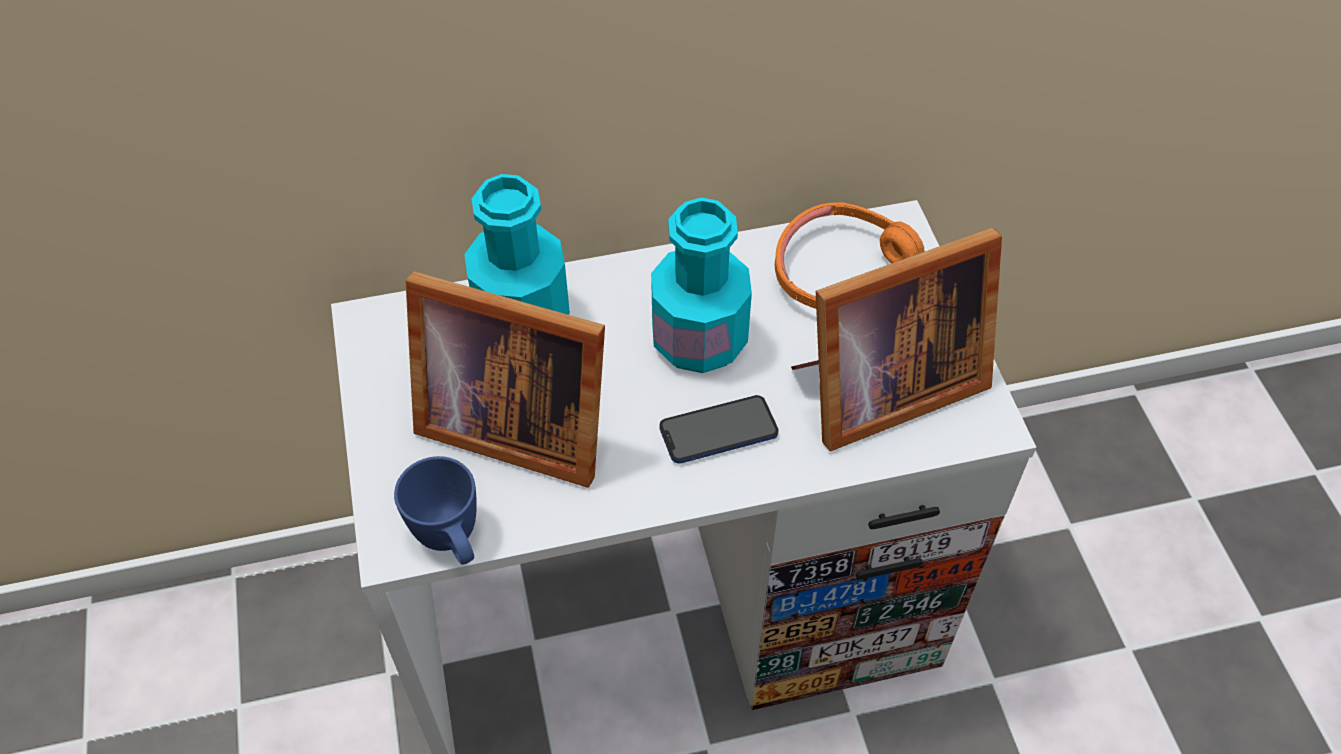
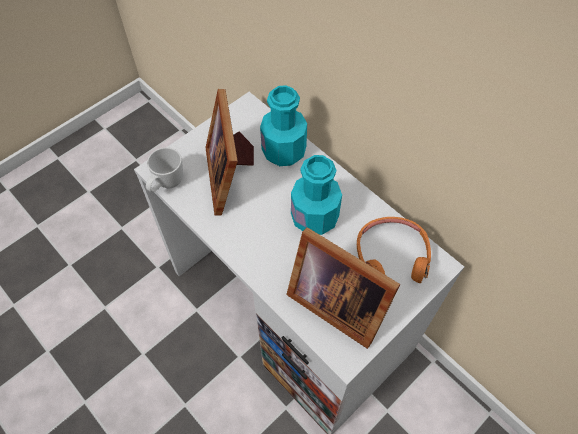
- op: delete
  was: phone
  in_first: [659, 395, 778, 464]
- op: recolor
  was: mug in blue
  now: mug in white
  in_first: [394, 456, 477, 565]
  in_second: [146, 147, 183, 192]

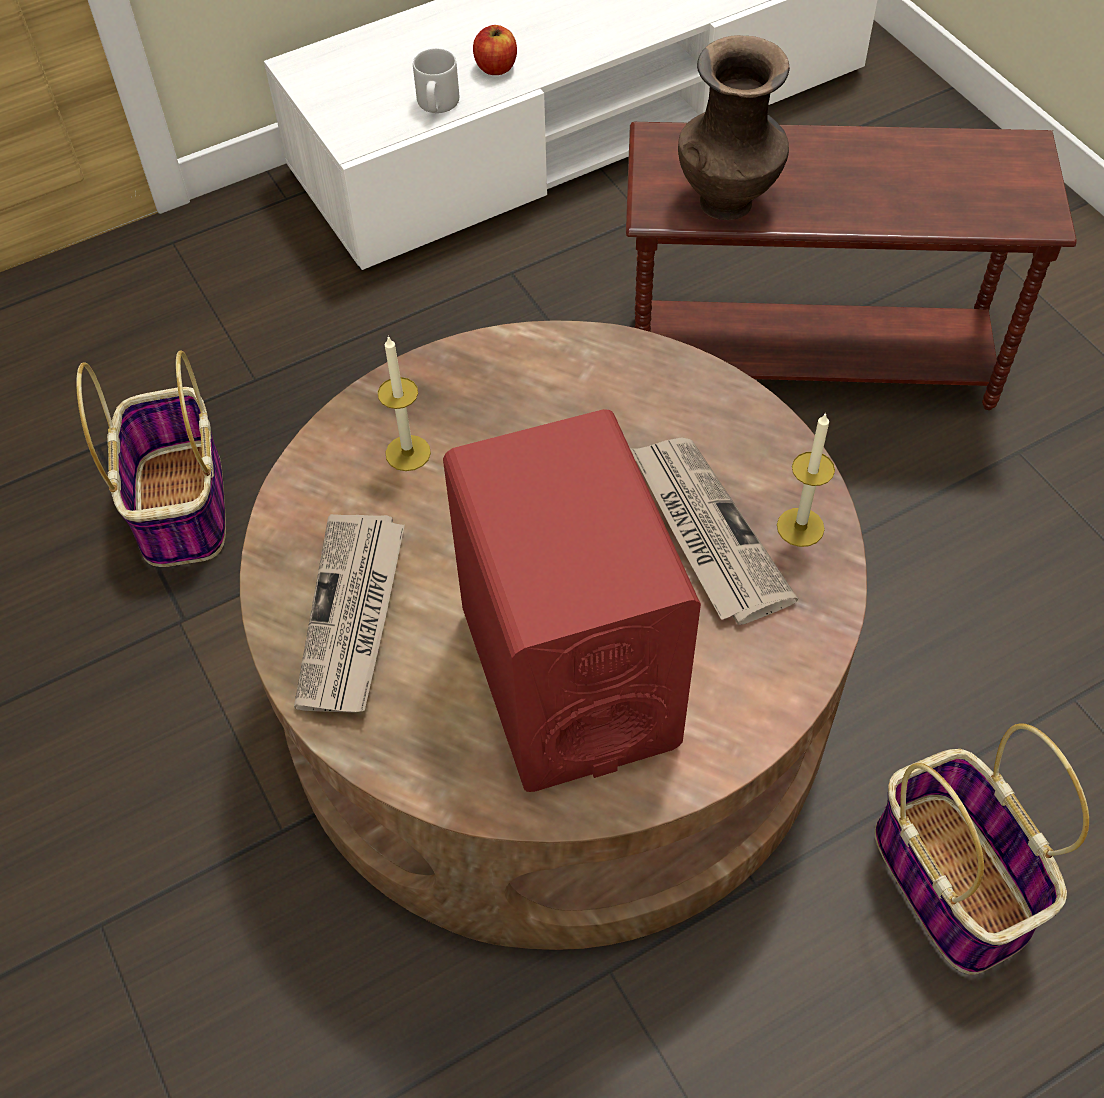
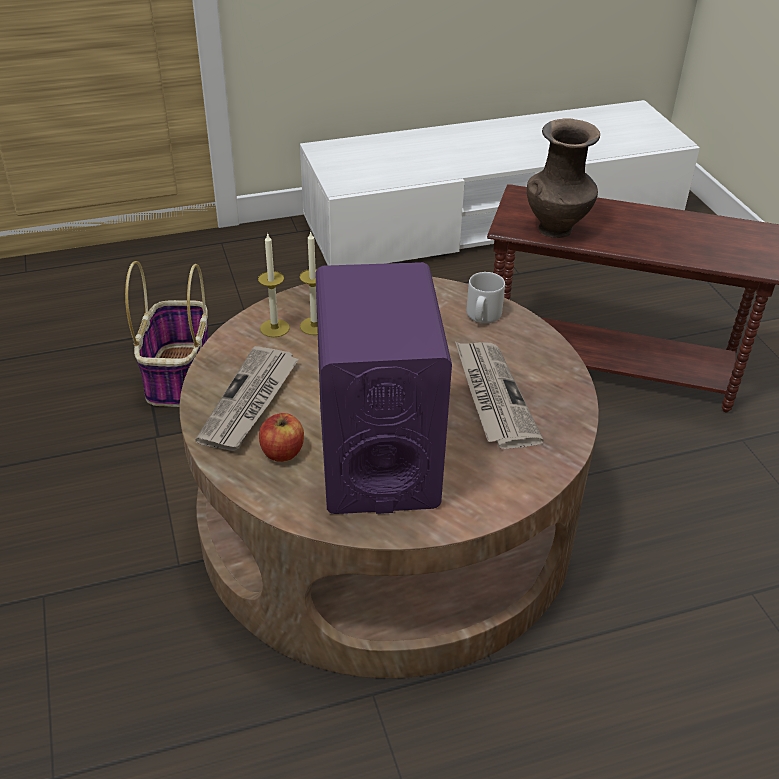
- op: move
  was: apple
  in_first: [473, 25, 517, 75]
  in_second: [259, 413, 304, 462]
- op: move
  was: mug in grey
  in_first: [413, 48, 459, 113]
  in_second: [467, 272, 505, 323]
- op: recolor
  was: speaker in red
  now: speaker in purple
  in_first: [443, 409, 701, 792]
  in_second: [315, 262, 452, 514]
- op: move
  was: candle
  in_first: [777, 412, 835, 547]
  in_second: [258, 234, 290, 337]
- op: delete
  was: basket
  in_first: [875, 723, 1089, 975]

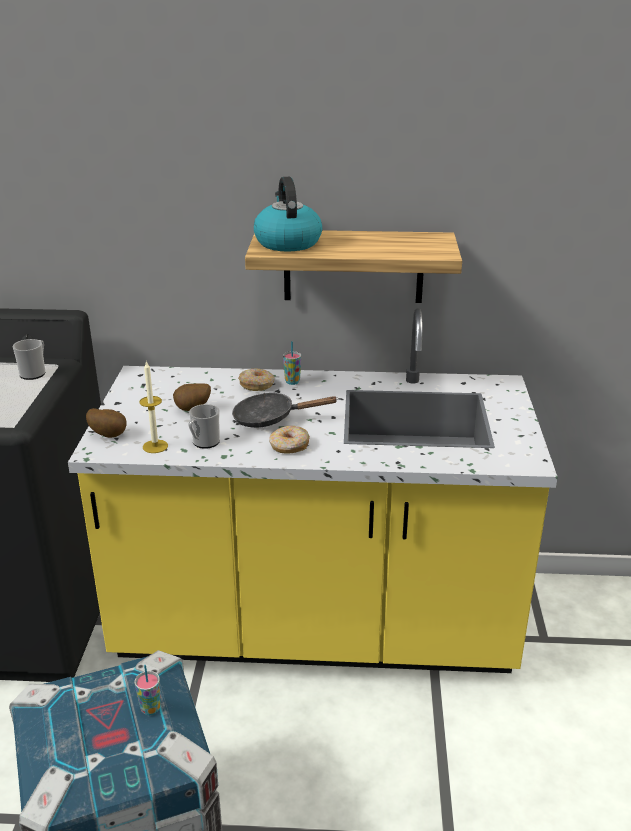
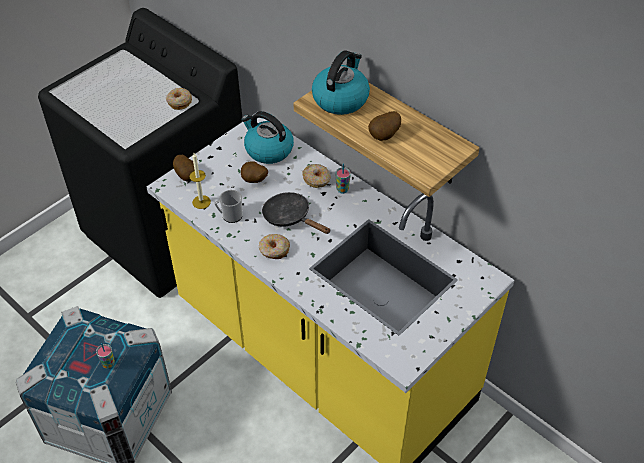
- op: replace
  was: mug
  now: donut
  in_first: [12, 339, 45, 380]
  in_second: [166, 88, 192, 110]
- op: insert
  now: kettle
  in_second: [241, 111, 294, 164]
- op: insert
  now: potato
  in_second: [368, 111, 401, 141]

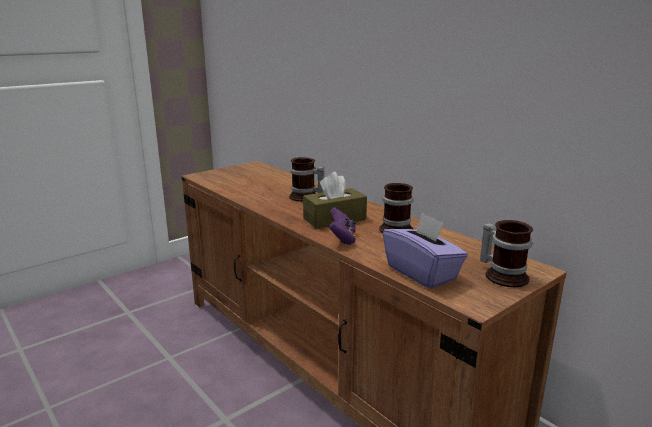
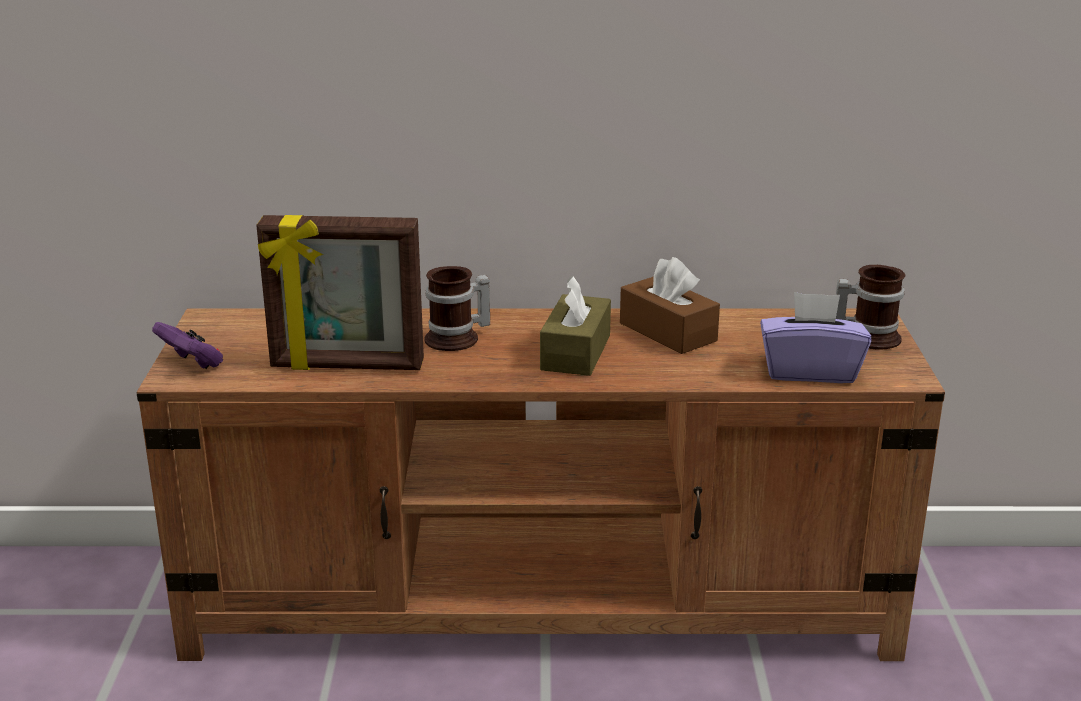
- op: replace
  was: mug
  now: tissue box in brown
  in_first: [379, 183, 414, 233]
  in_second: [620, 257, 720, 354]
- op: move
  was: game controller in purple
  in_first: [328, 207, 356, 245]
  in_second: [152, 322, 223, 369]
- op: insert
  now: picture frame
  in_second: [256, 215, 424, 370]

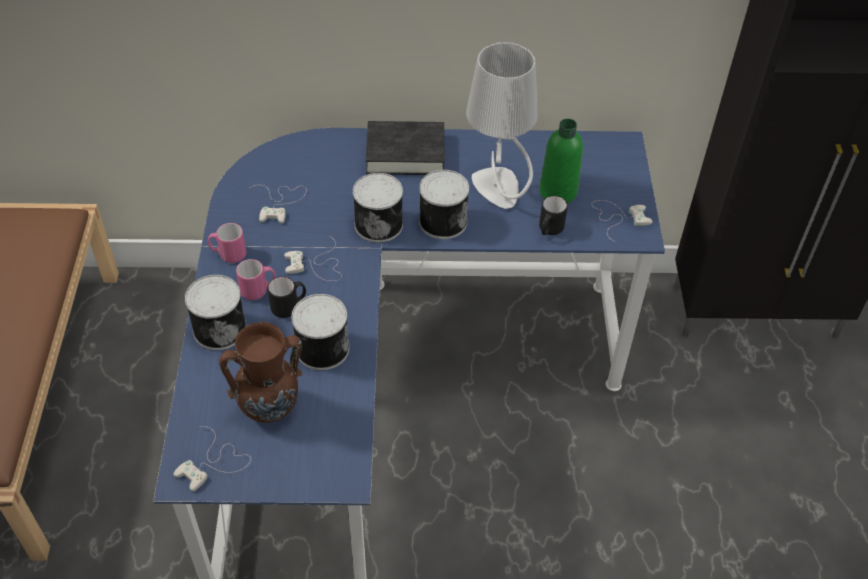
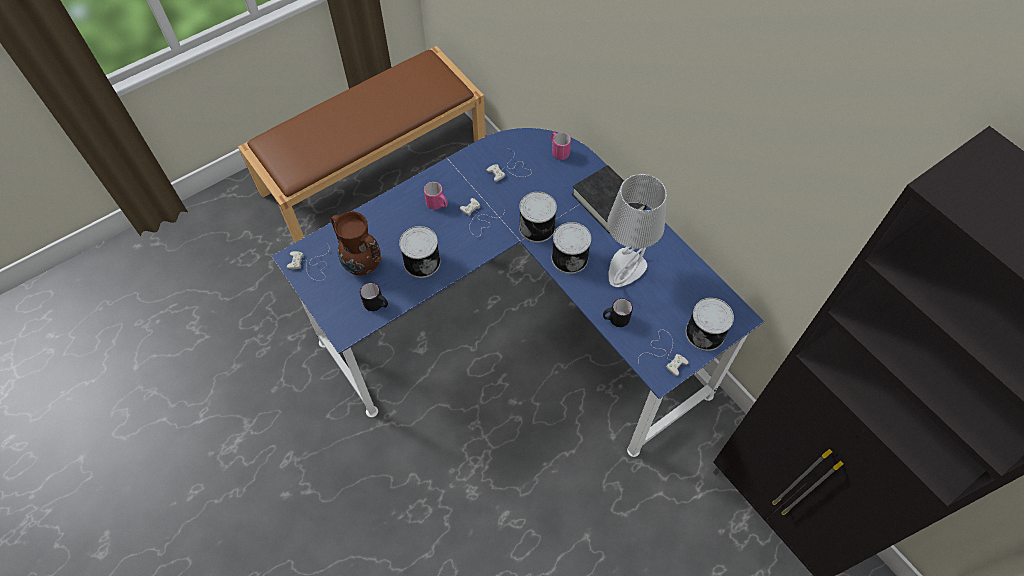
- op: delete
  was: bottle in green
  in_first: [539, 119, 583, 203]
- op: move
  was: mug in pink
  in_first: [208, 223, 246, 263]
  in_second: [551, 132, 571, 160]
- op: move
  was: can
  in_first: [185, 275, 247, 350]
  in_second: [686, 298, 734, 351]
- op: move
  was: mug in black
  in_first: [268, 276, 306, 318]
  in_second: [360, 283, 388, 311]

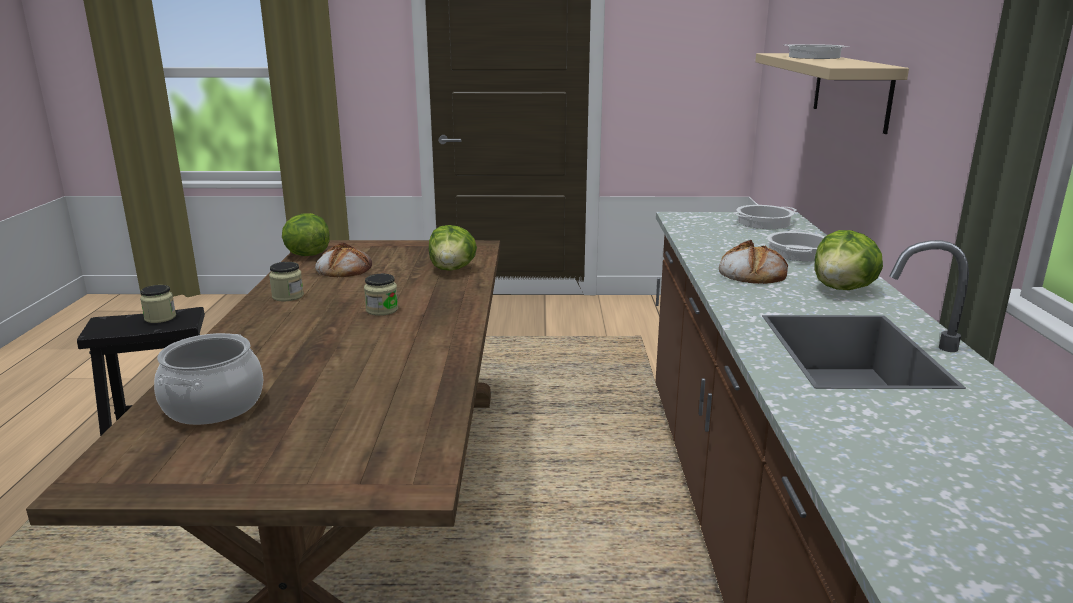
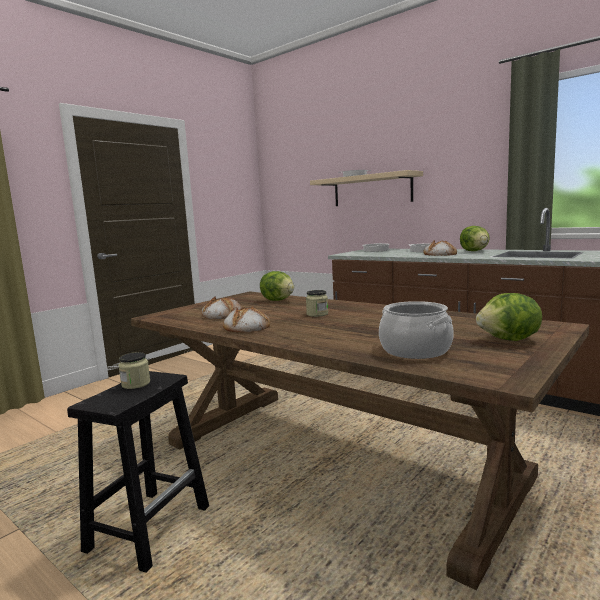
- op: move
  was: lettuce
  in_first: [282, 213, 330, 256]
  in_second: [476, 293, 542, 341]
- op: replace
  was: jar
  now: bread
  in_first: [269, 262, 304, 301]
  in_second: [223, 307, 270, 333]

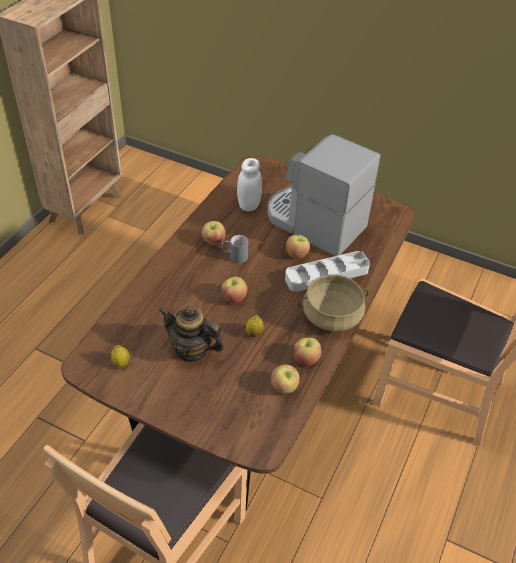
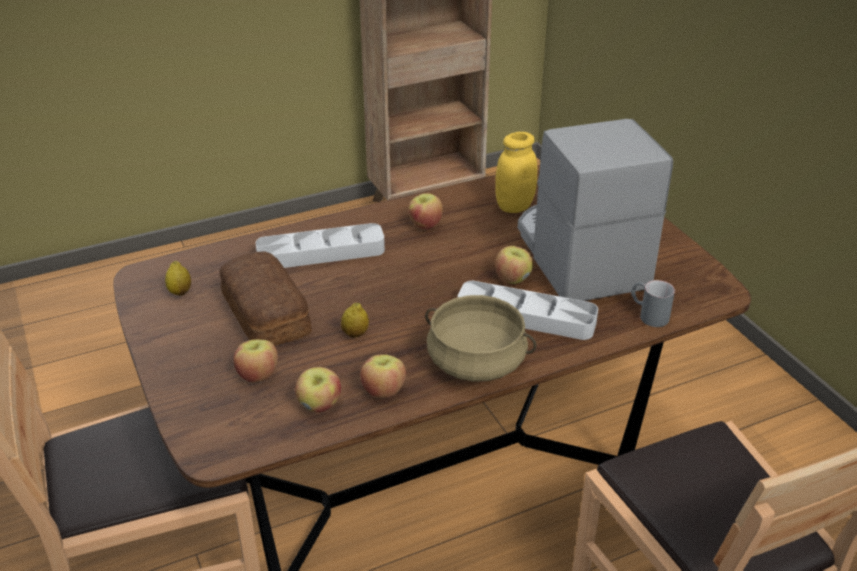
- op: recolor
  was: jar in white
  now: jar in yellow
  in_first: [237, 158, 262, 212]
  in_second: [495, 132, 538, 213]
- op: move
  was: mug in grey
  in_first: [221, 235, 248, 263]
  in_second: [631, 280, 675, 327]
- op: move
  was: apple
  in_first: [222, 276, 247, 303]
  in_second: [233, 340, 278, 383]
- op: replace
  was: teapot
  now: bread
  in_first: [159, 306, 224, 363]
  in_second: [220, 251, 312, 346]
- op: insert
  now: tray in grey
  in_second: [256, 223, 385, 268]

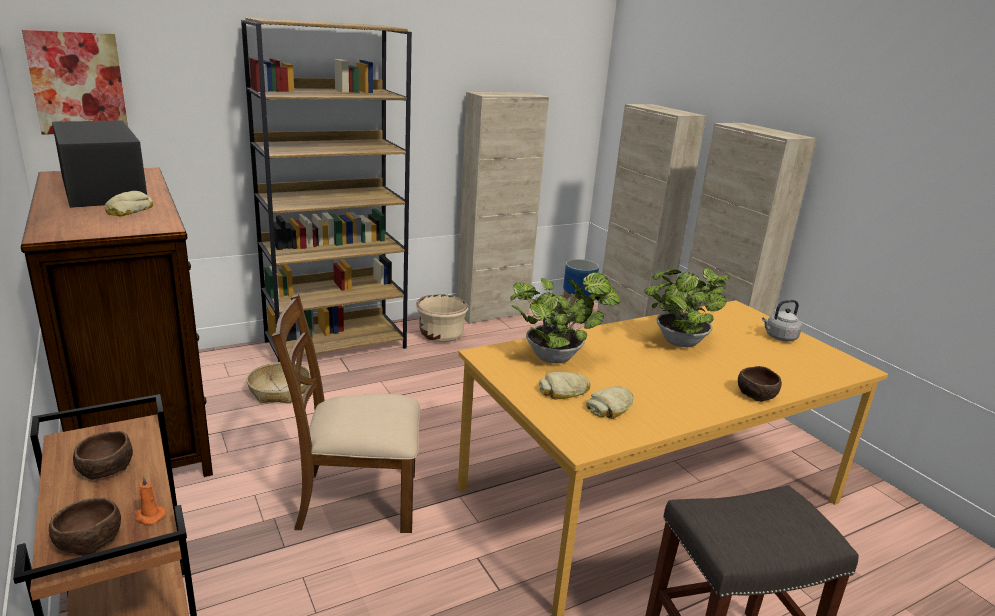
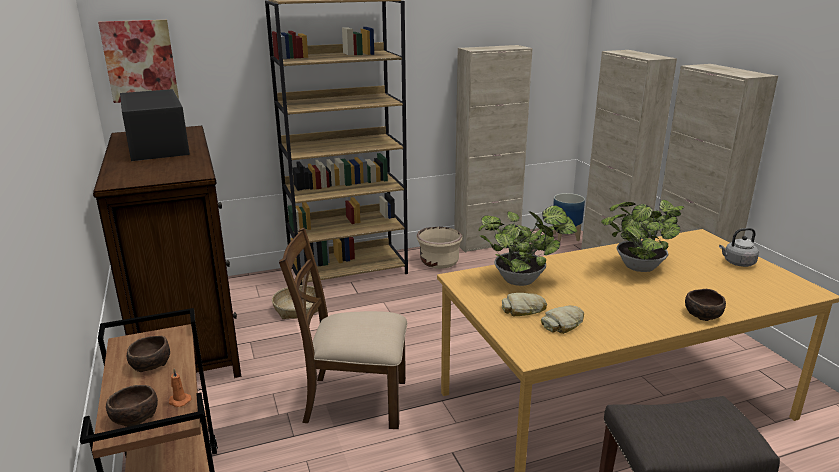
- op: delete
  was: bread
  in_first: [105, 191, 153, 217]

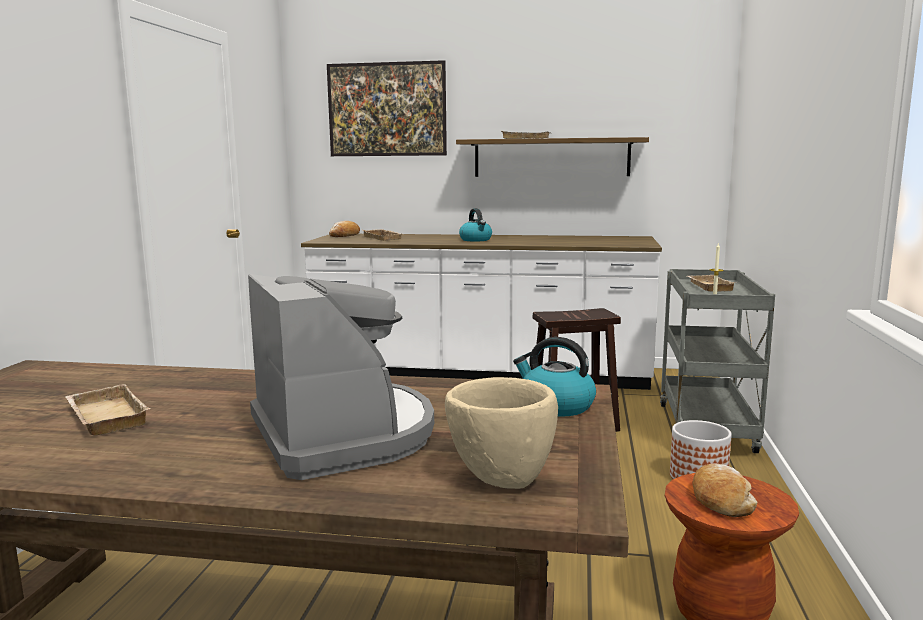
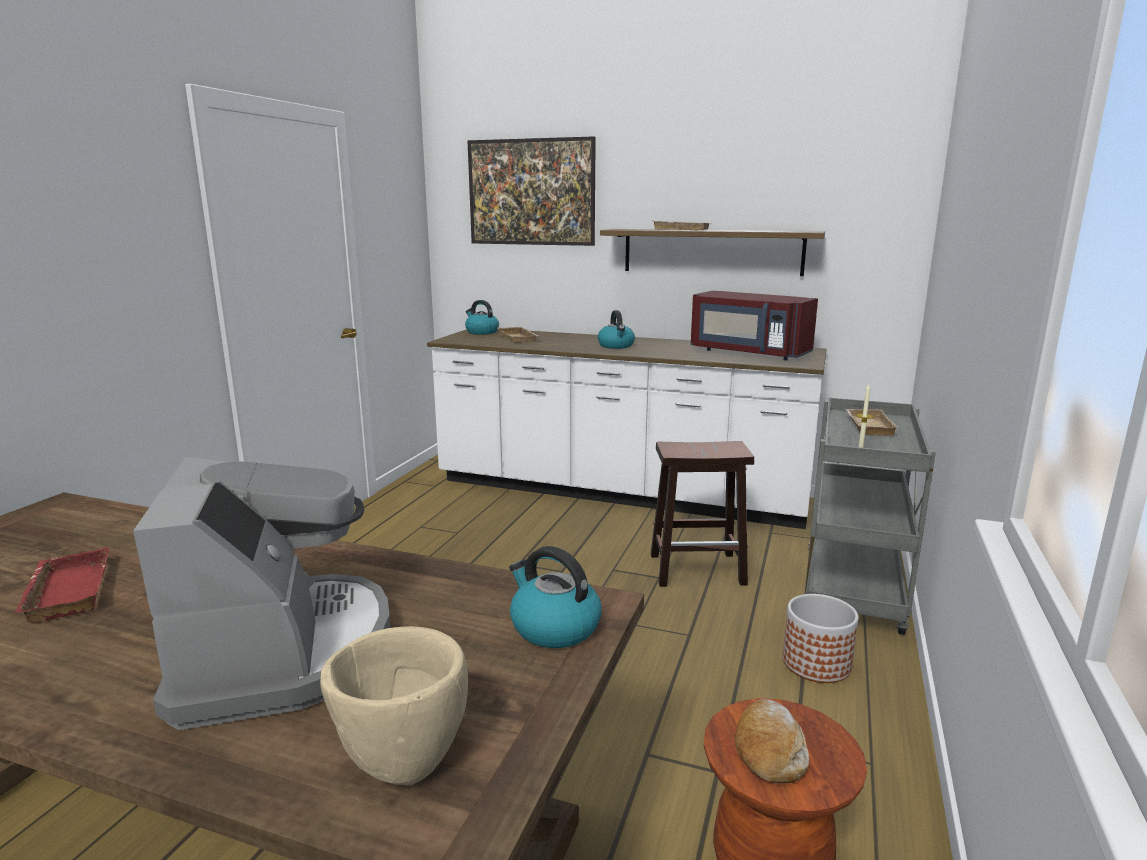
- op: replace
  was: bread
  now: kettle
  in_first: [329, 221, 360, 237]
  in_second: [465, 300, 499, 335]
- op: recolor
  was: tray in beige
  now: tray in red
  in_first: [65, 384, 150, 436]
  in_second: [15, 547, 109, 623]
- op: insert
  now: microwave in red
  in_second: [691, 291, 818, 360]

